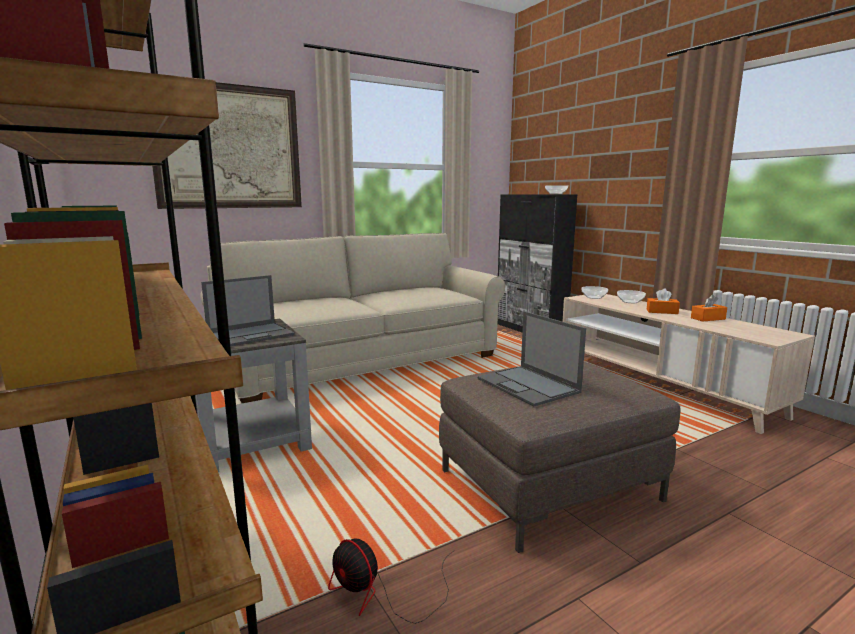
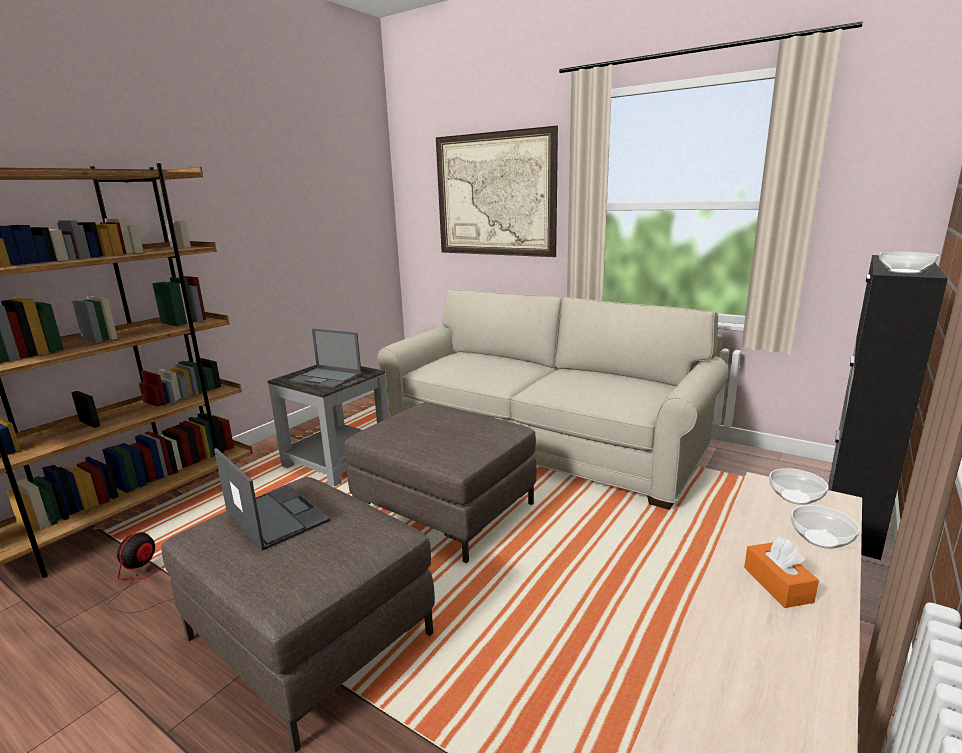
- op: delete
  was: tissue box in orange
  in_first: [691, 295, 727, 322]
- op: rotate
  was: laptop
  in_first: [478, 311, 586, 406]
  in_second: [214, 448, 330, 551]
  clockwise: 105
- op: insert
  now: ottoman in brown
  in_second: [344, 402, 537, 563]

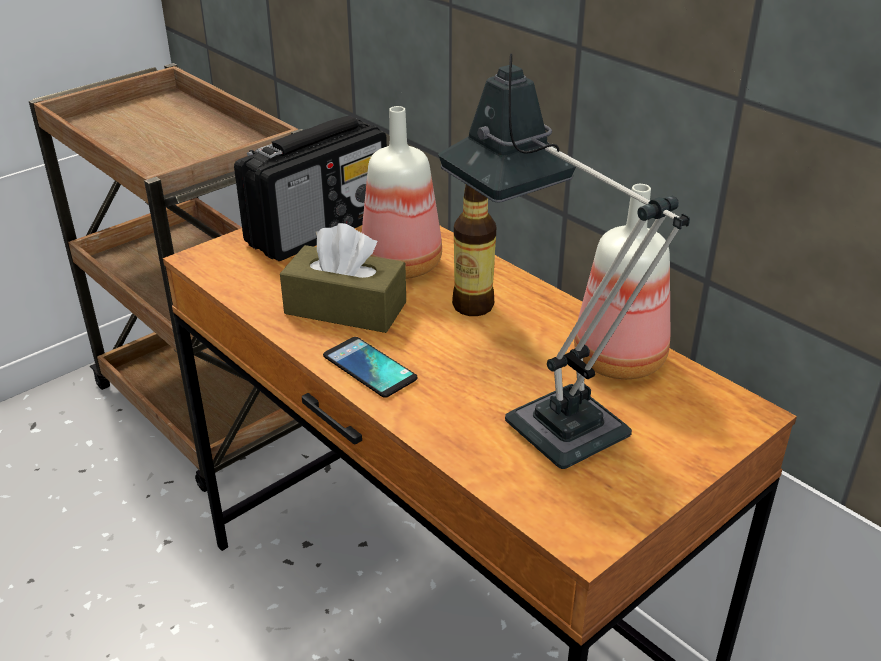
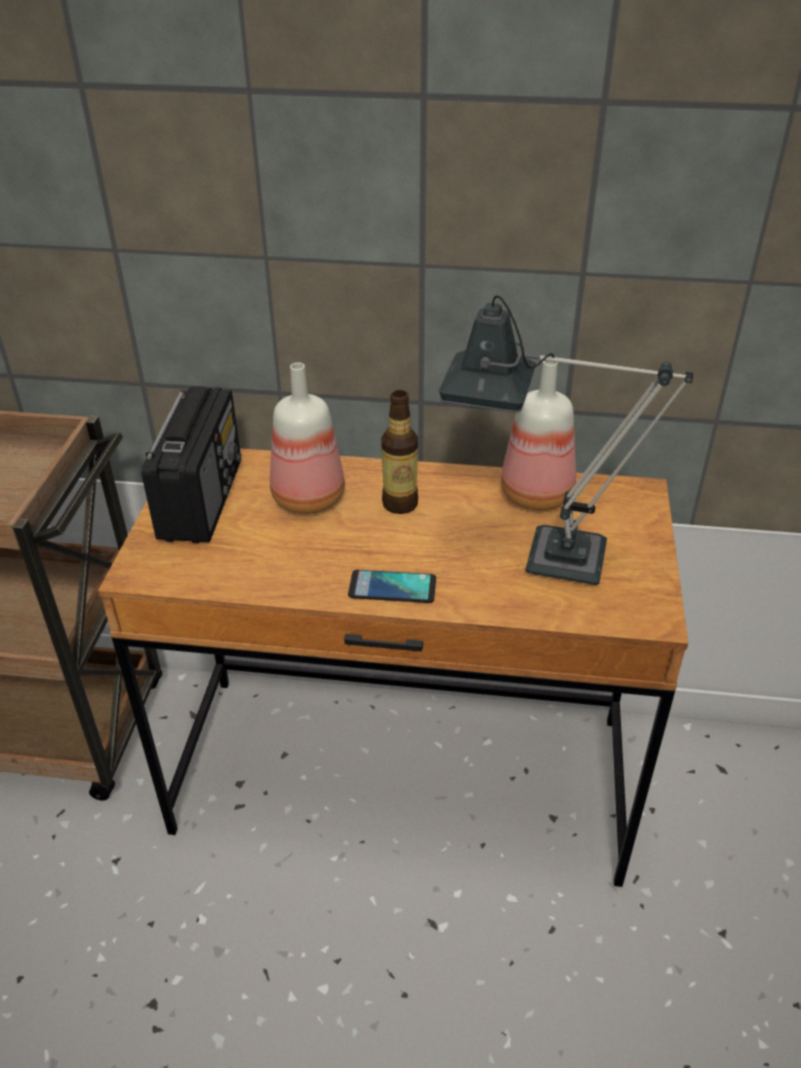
- op: delete
  was: tissue box in brown
  in_first: [280, 223, 406, 333]

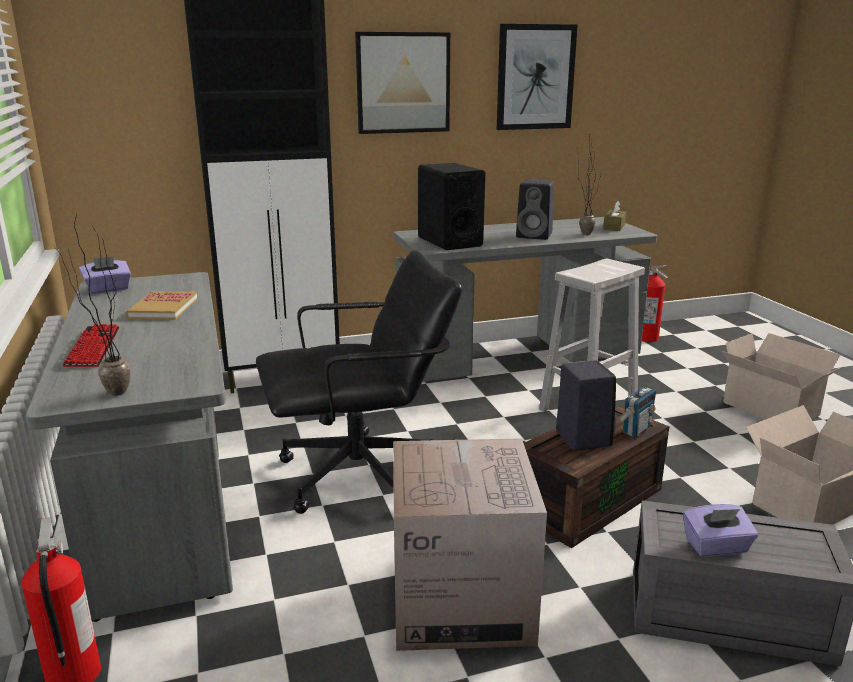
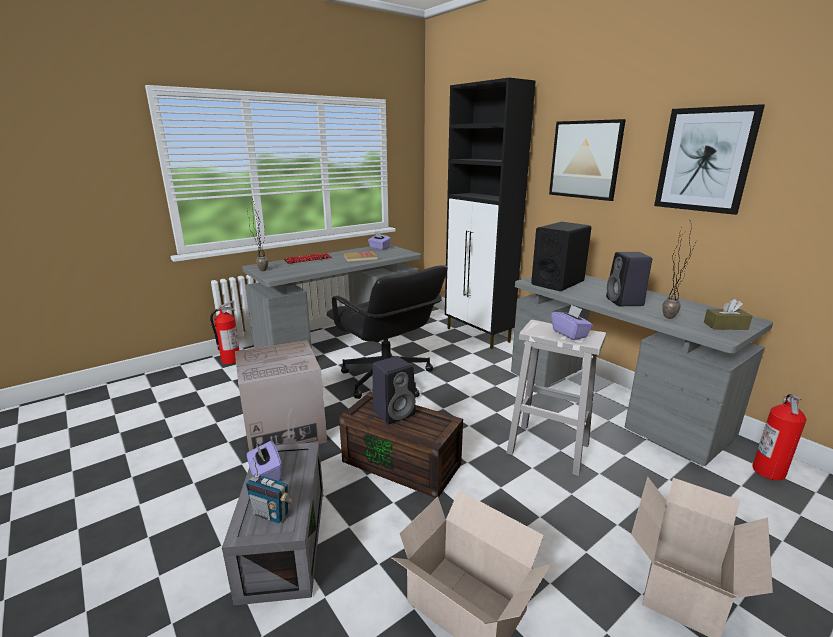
- op: move
  was: radio
  in_first: [618, 377, 656, 437]
  in_second: [246, 457, 293, 524]
- op: insert
  now: tissue box in purple
  in_second: [551, 304, 593, 340]

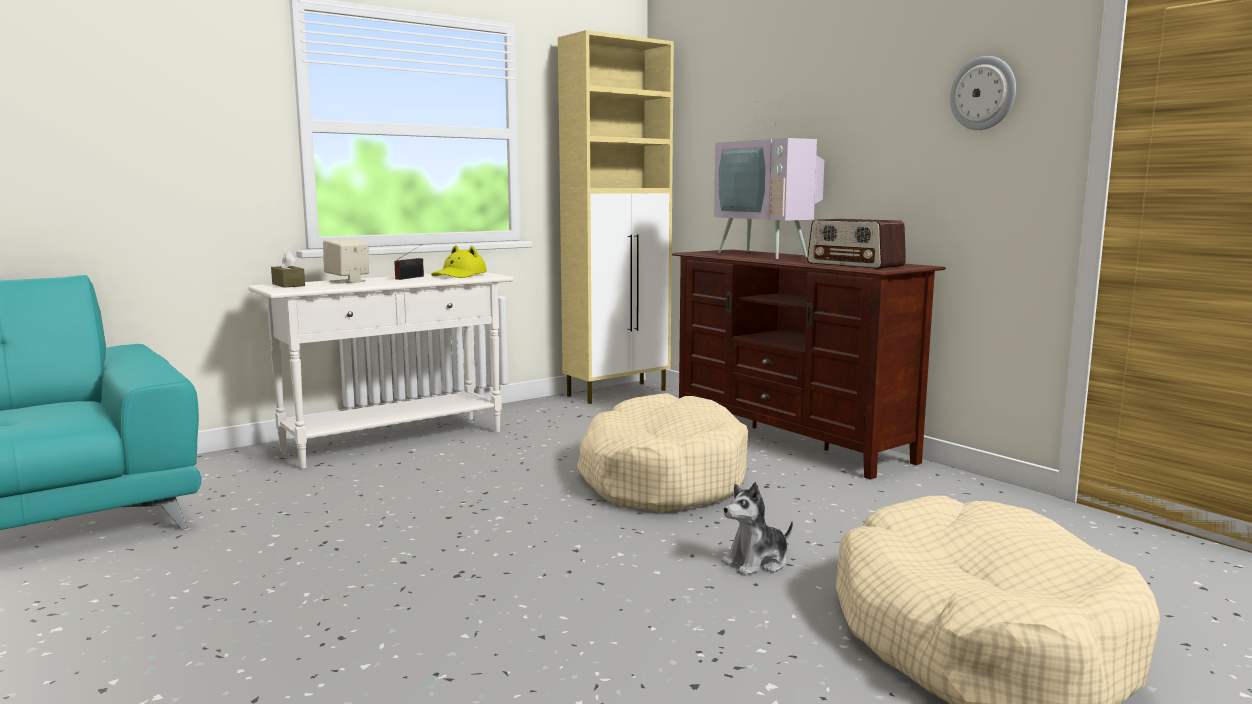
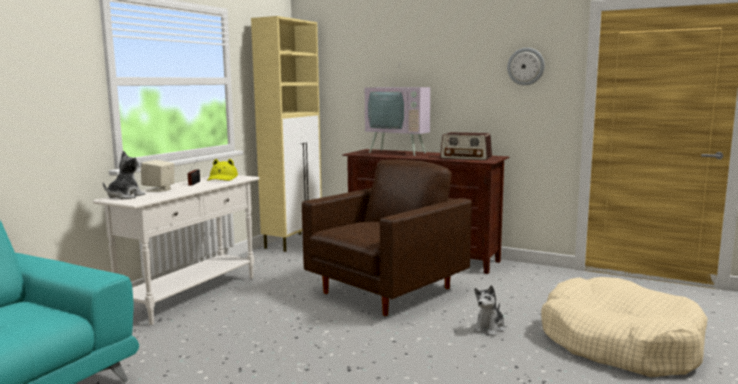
- op: replace
  was: tissue box in brown
  now: plush toy
  in_first: [271, 251, 305, 288]
  in_second: [103, 151, 145, 199]
- op: replace
  was: dog bed in beige
  now: armchair in brown
  in_first: [577, 393, 748, 513]
  in_second: [302, 159, 472, 316]

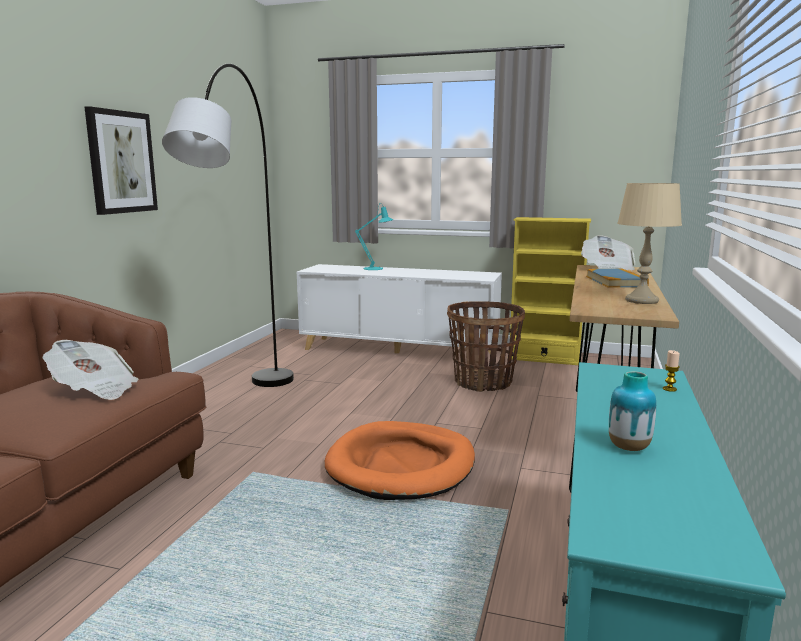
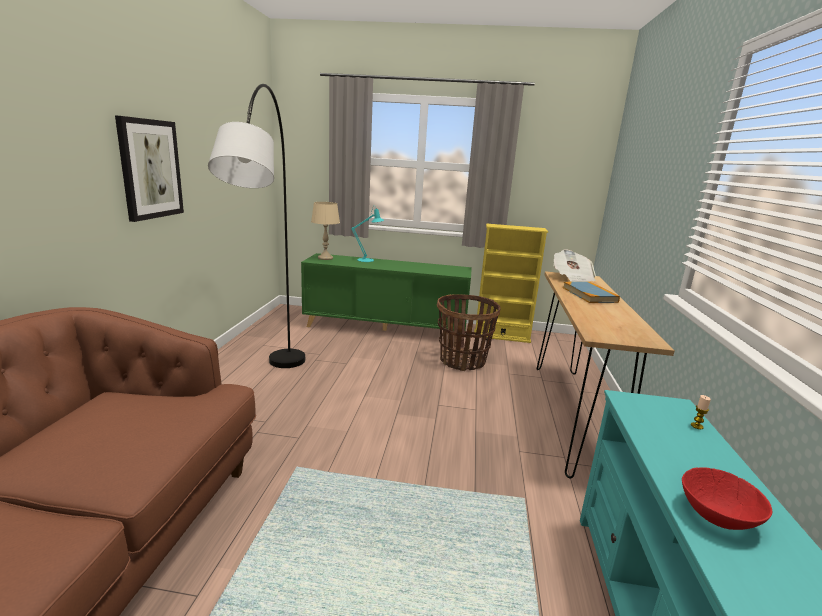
- op: move
  was: table lamp in beige
  in_first: [617, 183, 682, 304]
  in_second: [311, 202, 340, 260]
- op: recolor
  was: cabinet in white
  now: cabinet in green
  in_first: [296, 264, 502, 354]
  in_second: [301, 253, 472, 331]
- op: delete
  was: newspaper
  in_first: [43, 340, 139, 400]
- op: replace
  was: vase
  now: bowl in red
  in_first: [609, 371, 656, 451]
  in_second: [682, 467, 772, 530]
- op: delete
  was: dog bed in orange
  in_first: [325, 421, 475, 500]

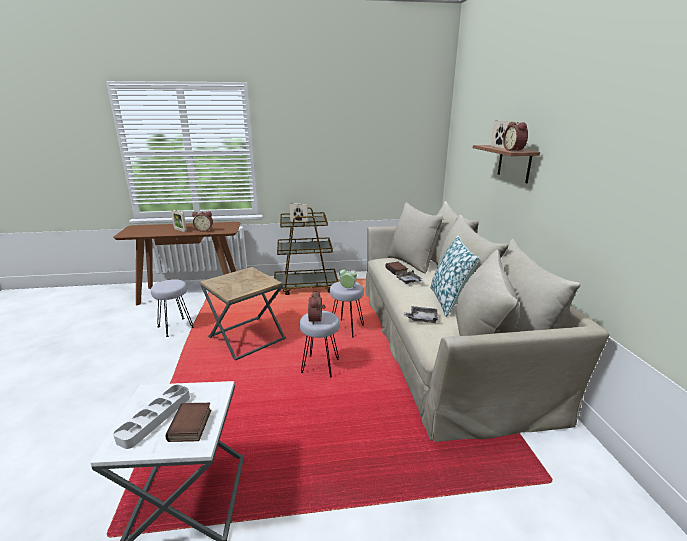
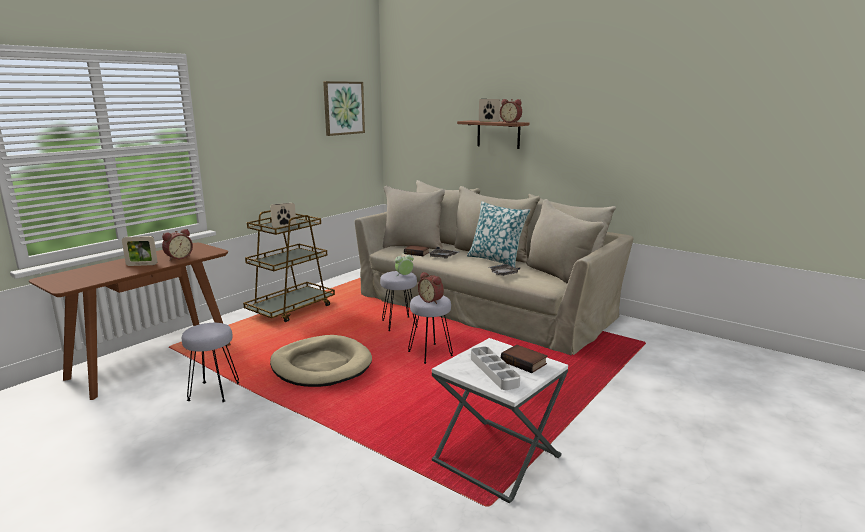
- op: replace
  was: side table in brown
  now: dog bed in beige
  in_first: [200, 267, 286, 361]
  in_second: [270, 335, 372, 387]
- op: insert
  now: picture
  in_second: [323, 81, 365, 136]

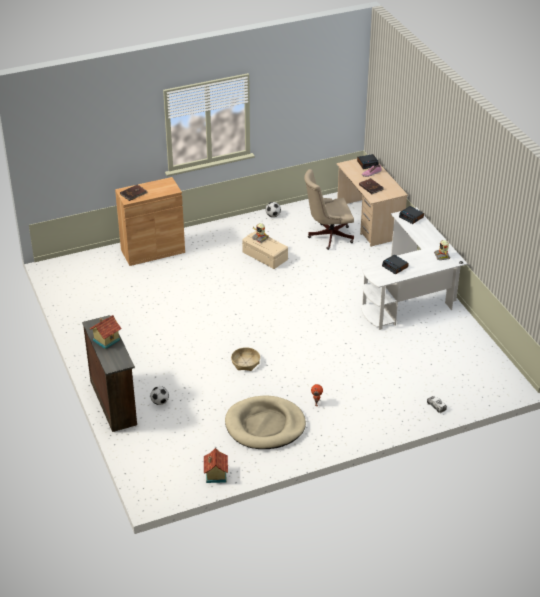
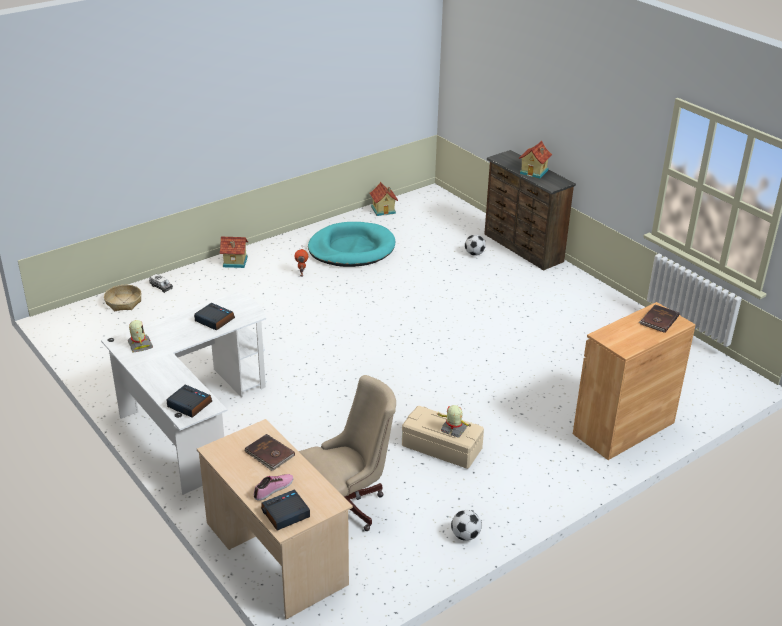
- op: move
  was: basket
  in_first: [231, 347, 260, 371]
  in_second: [104, 285, 142, 311]
- op: recolor
  was: dog bed in beige
  now: dog bed in turquoise
  in_first: [225, 395, 306, 449]
  in_second: [308, 222, 395, 267]
- op: insert
  now: toy house
  in_second: [220, 237, 248, 268]

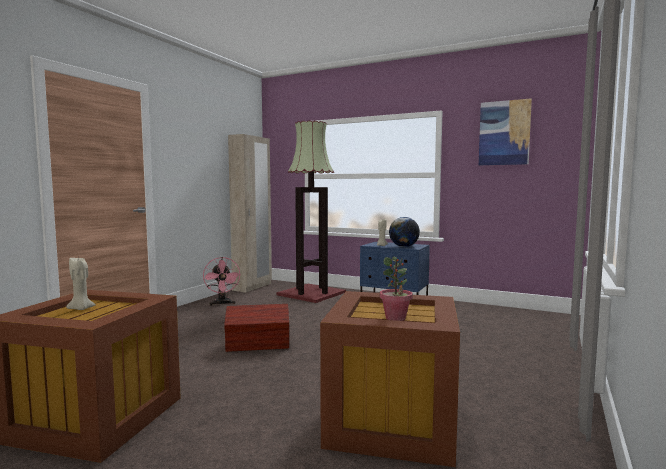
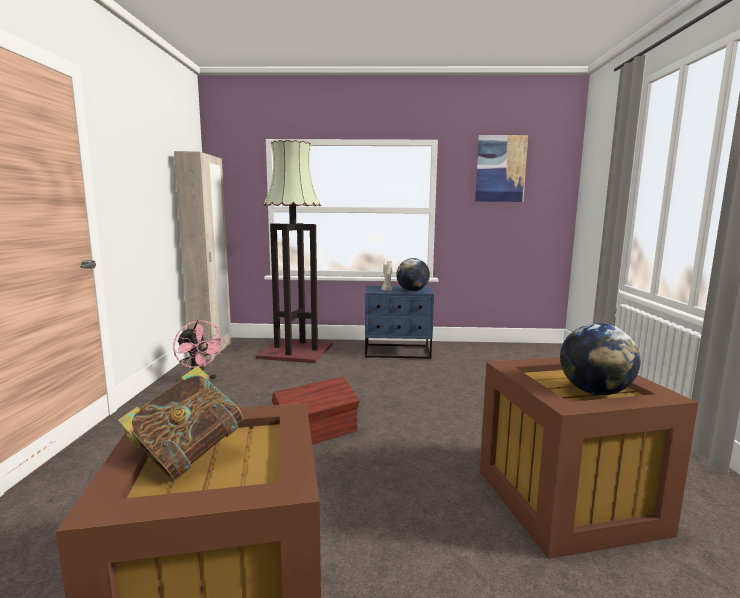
- op: replace
  was: potted plant
  now: globe
  in_first: [380, 256, 413, 321]
  in_second: [560, 323, 640, 395]
- op: replace
  was: candle in beige
  now: book
  in_first: [66, 258, 96, 310]
  in_second: [117, 366, 245, 480]

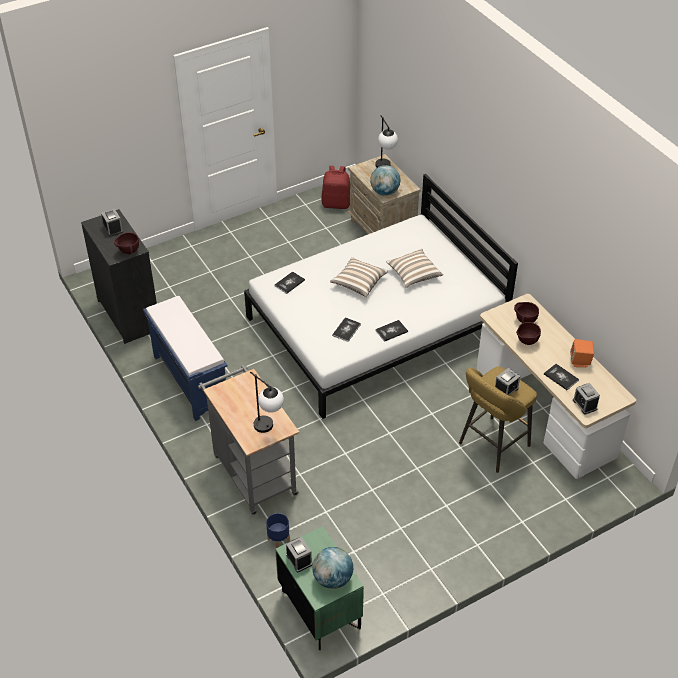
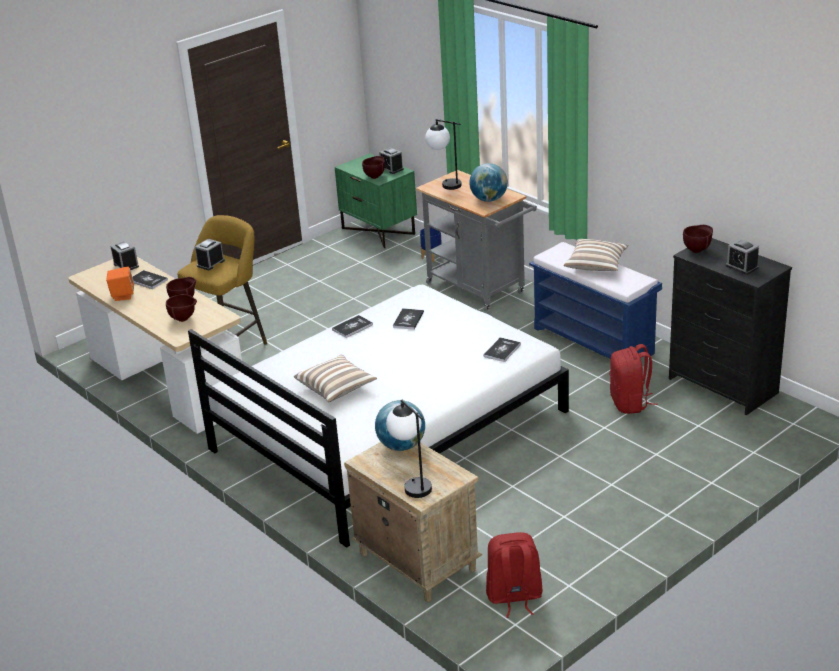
- op: move
  was: pillow
  in_first: [330, 257, 388, 297]
  in_second: [564, 239, 628, 271]
- op: move
  was: globe
  in_first: [312, 547, 353, 589]
  in_second: [469, 163, 508, 202]
- op: insert
  now: bowl in brown
  in_second: [362, 156, 385, 179]
- op: insert
  now: backpack in red
  in_second: [610, 344, 658, 414]

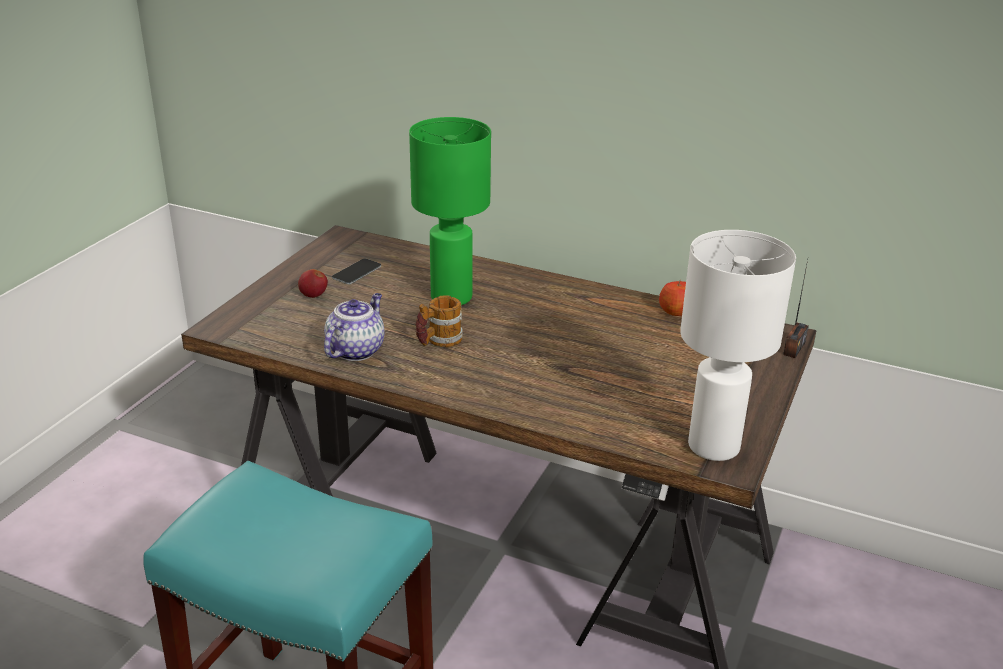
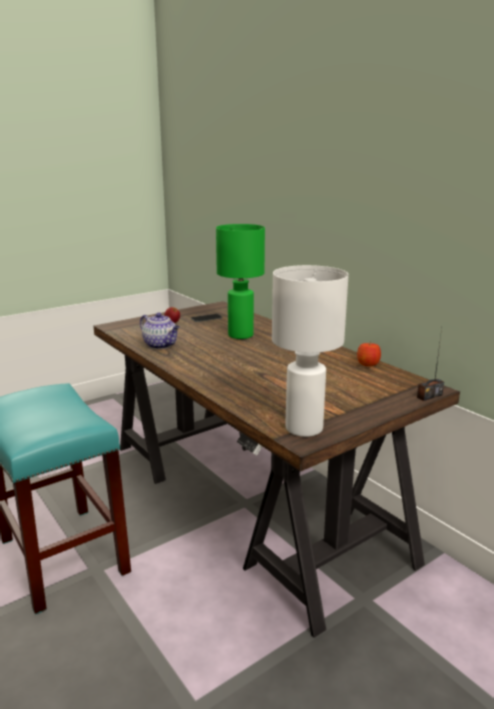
- op: rotate
  was: teapot
  in_first: [324, 293, 384, 361]
  in_second: [140, 313, 180, 349]
  clockwise: 75
- op: delete
  was: mug
  in_first: [416, 295, 463, 347]

